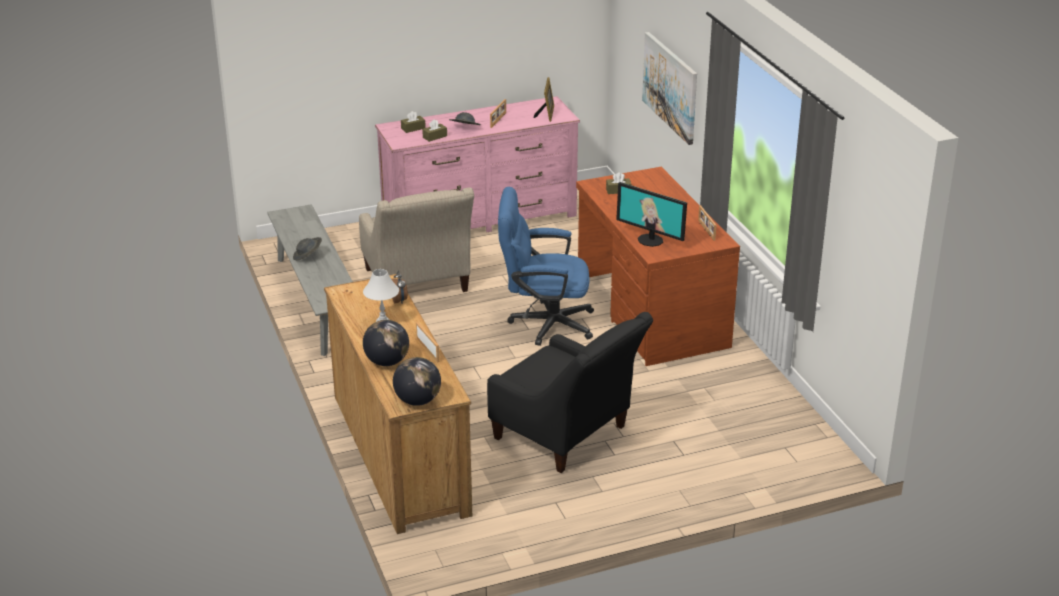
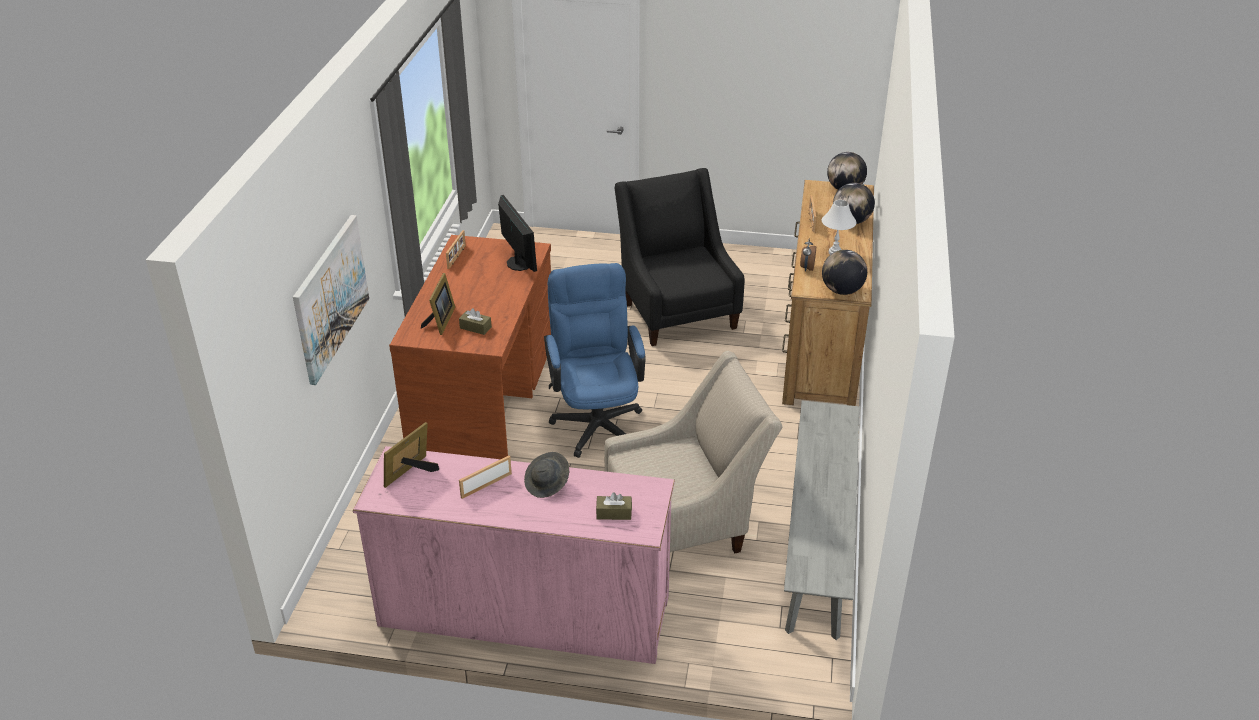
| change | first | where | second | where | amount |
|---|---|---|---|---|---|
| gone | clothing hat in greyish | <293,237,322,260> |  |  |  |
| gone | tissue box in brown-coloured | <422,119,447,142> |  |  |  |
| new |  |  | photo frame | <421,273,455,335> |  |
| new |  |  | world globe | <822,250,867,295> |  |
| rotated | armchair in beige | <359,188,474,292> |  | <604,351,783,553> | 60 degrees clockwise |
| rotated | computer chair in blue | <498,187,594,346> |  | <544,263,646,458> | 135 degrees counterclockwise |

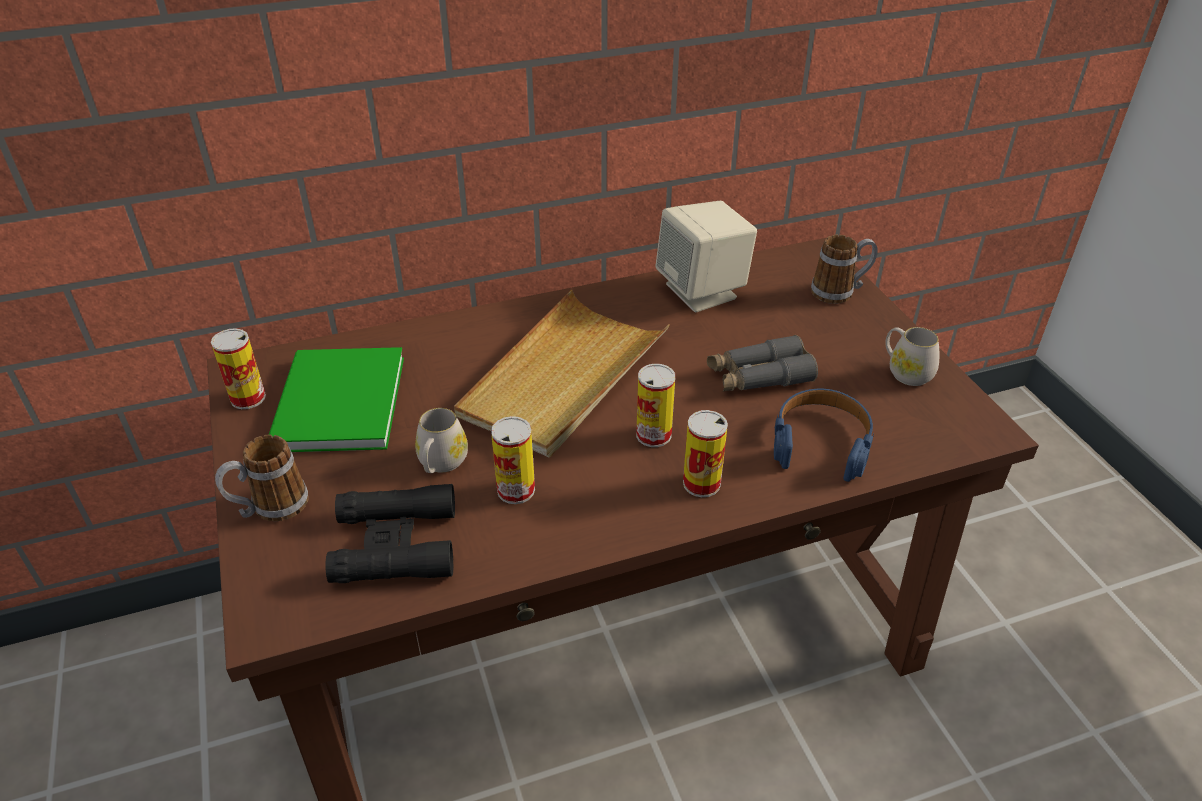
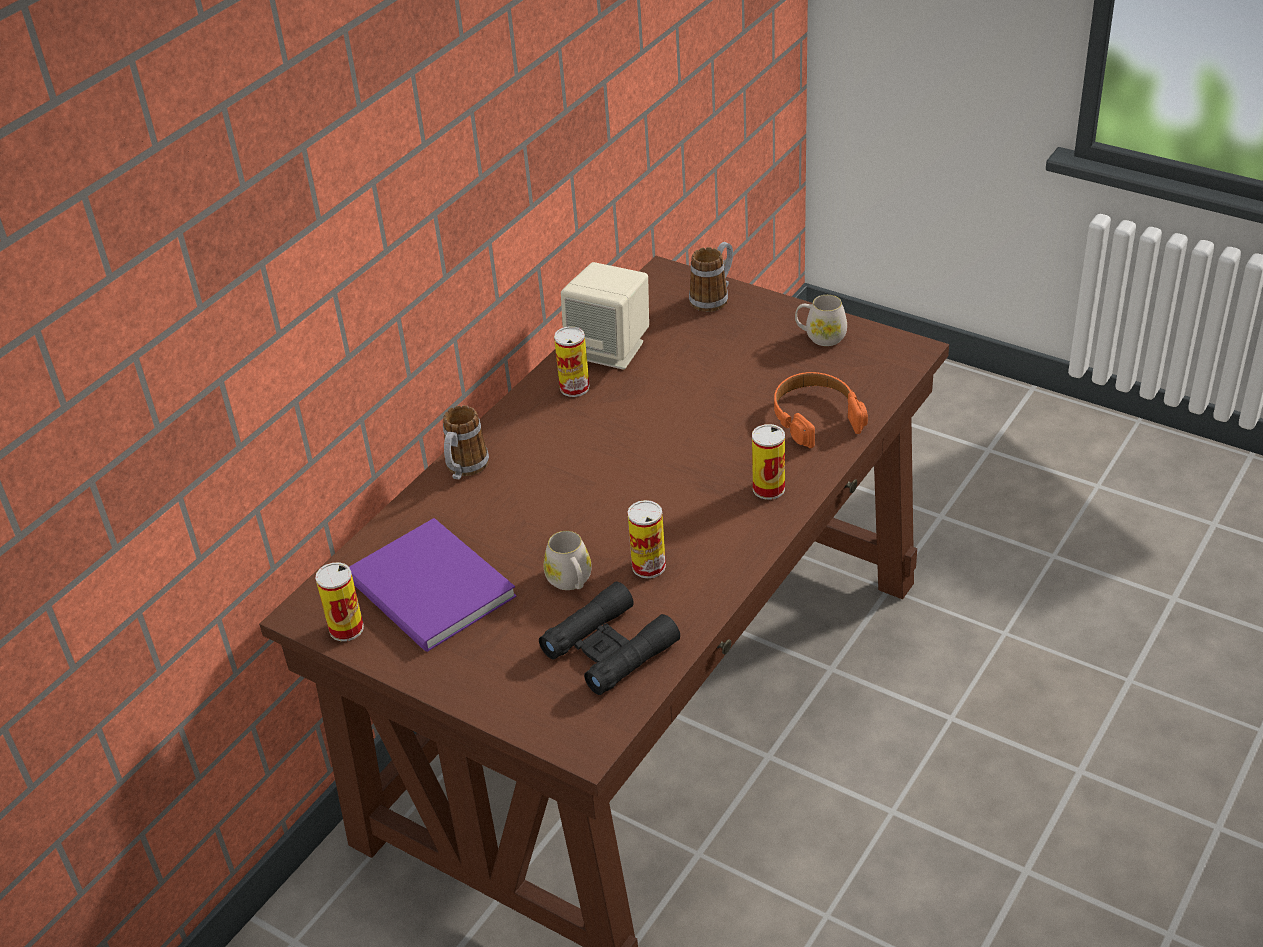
| change | first | where | second | where | amount |
|---|---|---|---|---|---|
| gone | serving tray in beige | <454,290,670,457> |  |  |  |
| gone | binoculars in greyish | <707,335,818,392> |  |  |  |
| shifted | coffee mug | <215,435,309,521> |  | <443,405,489,479> |  |
| shifted | metal can | <636,364,675,447> |  | <554,326,590,397> |  |
| repainted | volume in green | <269,347,404,452> | volume in purplish | <349,518,517,652> |  |
| repainted | headphones in blue | <774,389,874,482> | headphones in orangey | <774,372,868,448> |  |

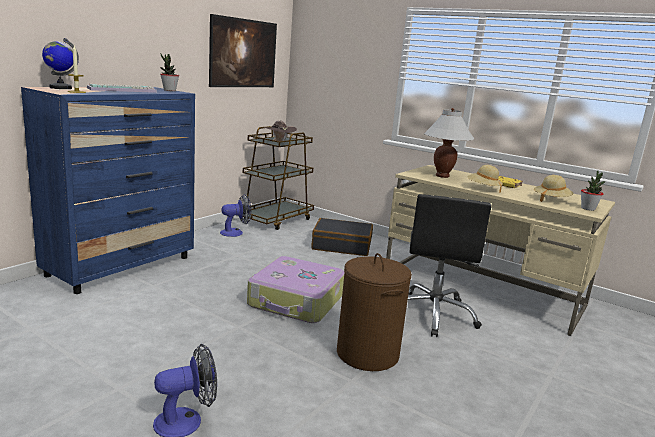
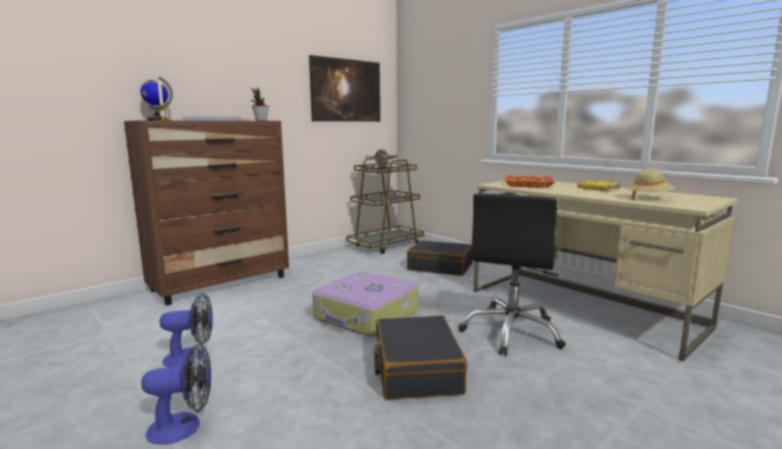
| change | first | where | second | where | amount |
|---|---|---|---|---|---|
| gone | clothing hat in beige | <467,165,503,193> |  |  |  |
| gone | plant in a pot | <581,171,606,211> |  |  |  |
| shifted | electric fan | <220,194,251,237> |  | <159,293,213,367> |  |
| swapped | washing basket in brown-coloured | <337,253,412,371> | piece of luggage in black | <374,316,467,400> |  |
| swapped | table lamp in whitish | <424,108,474,178> | serving tray in orangey | <505,175,555,188> |  |
| repainted | dresser in blue | <21,87,195,294> | dresser in brown-coloured | <124,120,289,305> |  |

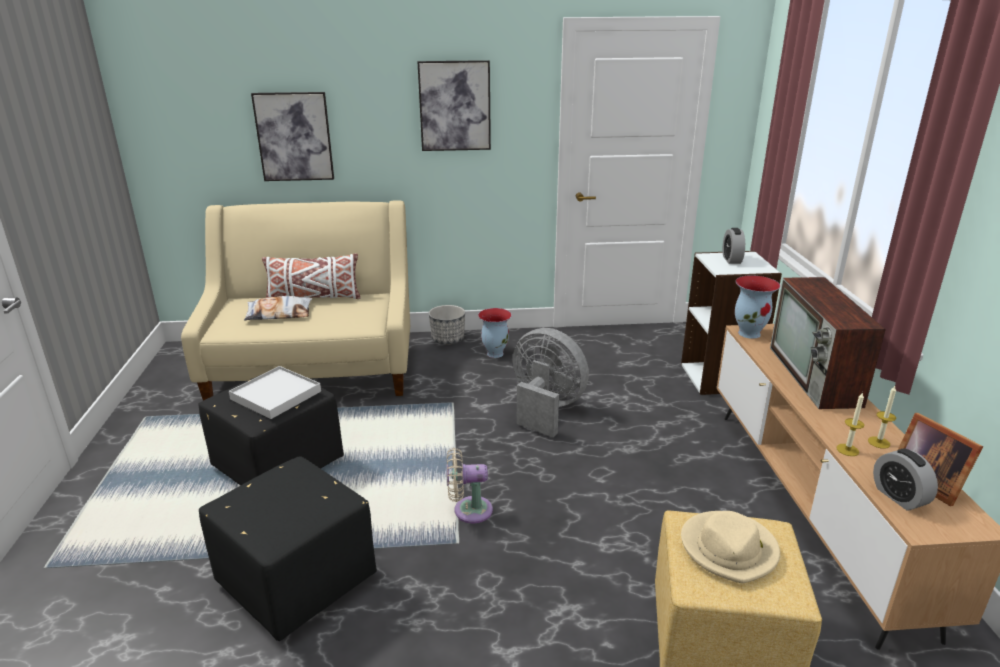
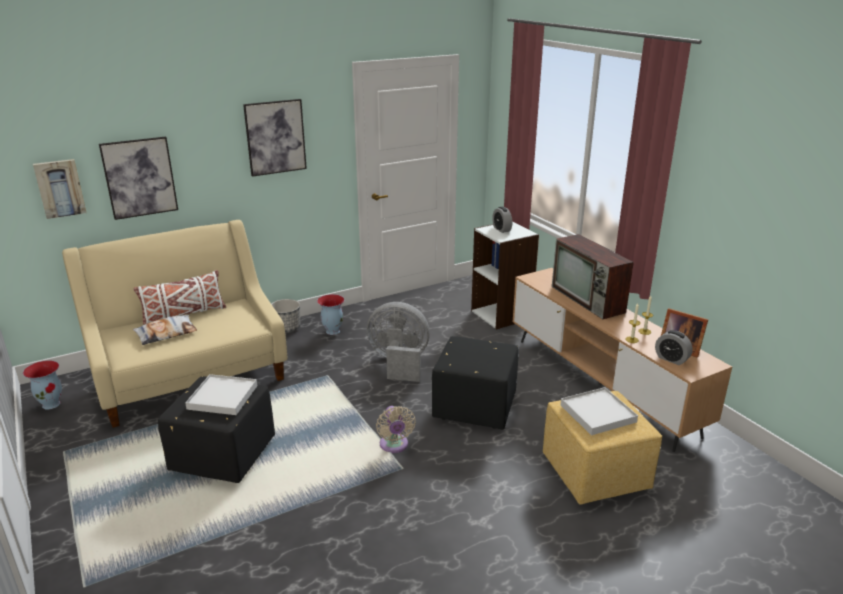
| change | first | where | second | where | amount |
|---|---|---|---|---|---|
| new |  |  | wall art | <33,159,86,219> |  |
| shifted | ottoman in black | <199,456,377,641> |  | <432,336,519,430> |  |
| shifted | vase | <735,275,780,339> |  | <23,361,62,409> |  |
| swapped | clothing hat in beige | <681,511,780,583> | serving tray in whitish | <560,387,638,435> |  |
| rotated | electric fan in beige | <447,448,493,523> |  | <376,406,416,453> | 75 degrees counterclockwise |

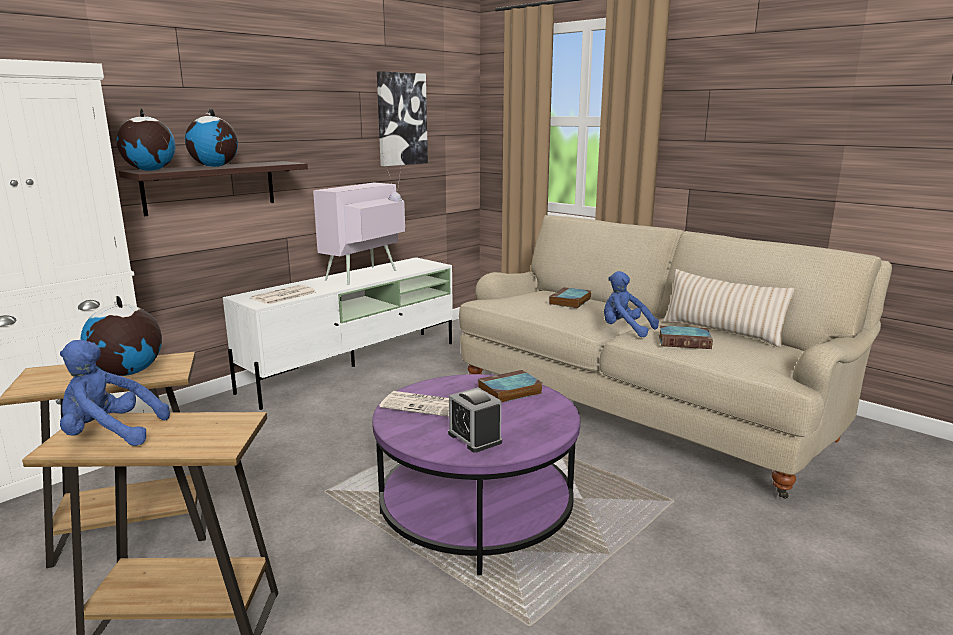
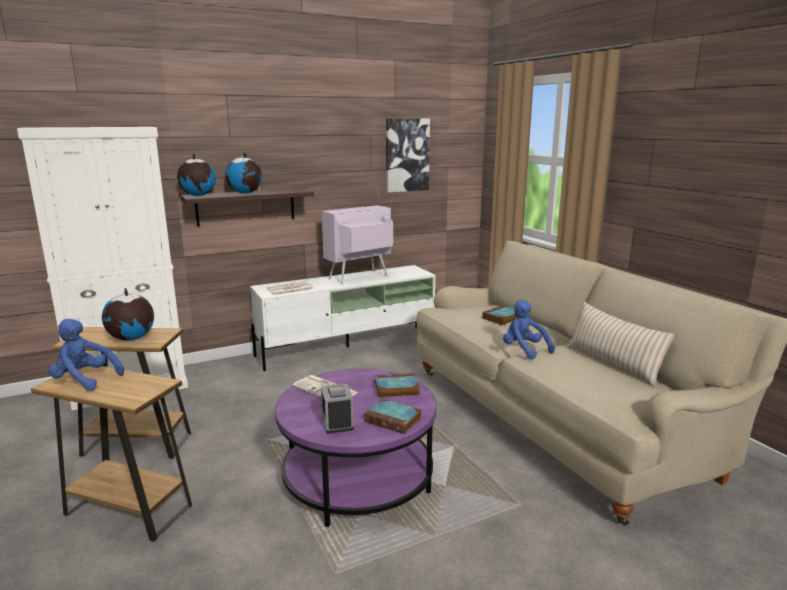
| change | first | where | second | where | amount |
|---|---|---|---|---|---|
| shifted | volume | <659,326,713,349> |  | <364,399,422,434> |  |

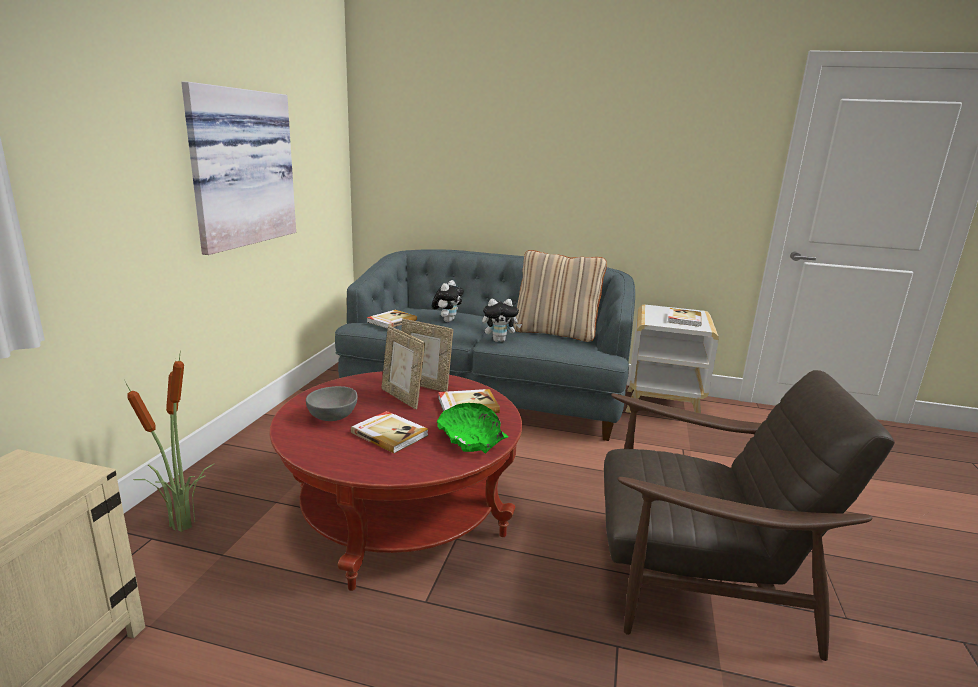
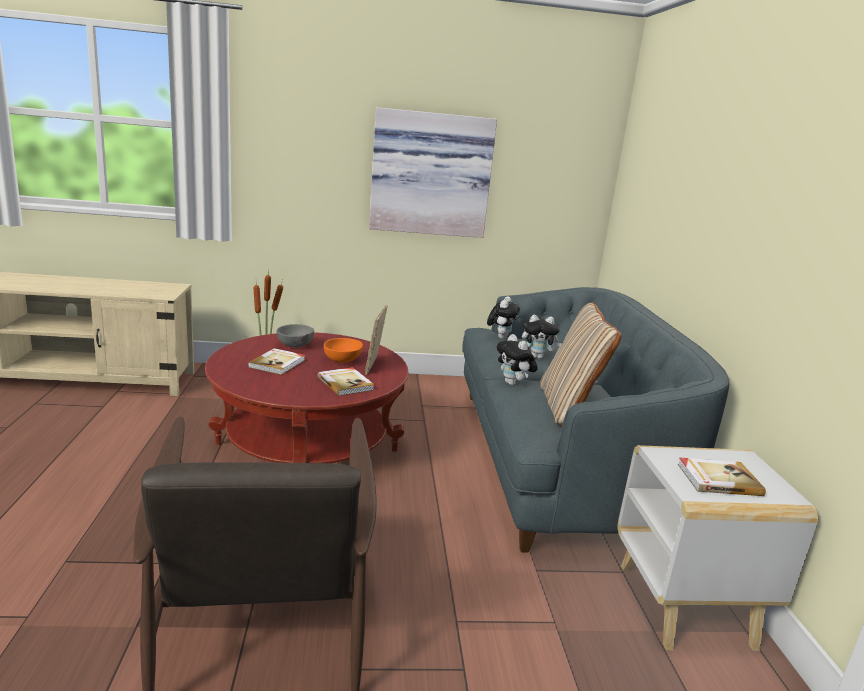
| change | first | where | second | where | amount |
|---|---|---|---|---|---|
| gone | deep dish in green | <437,403,509,454> |  |  |  |
| swapped | volume | <367,310,417,329> | plush toy | <487,296,520,339> |  |
| swapped | photo frame | <382,326,425,409> | deep dish in orangey | <324,338,363,363> |  |

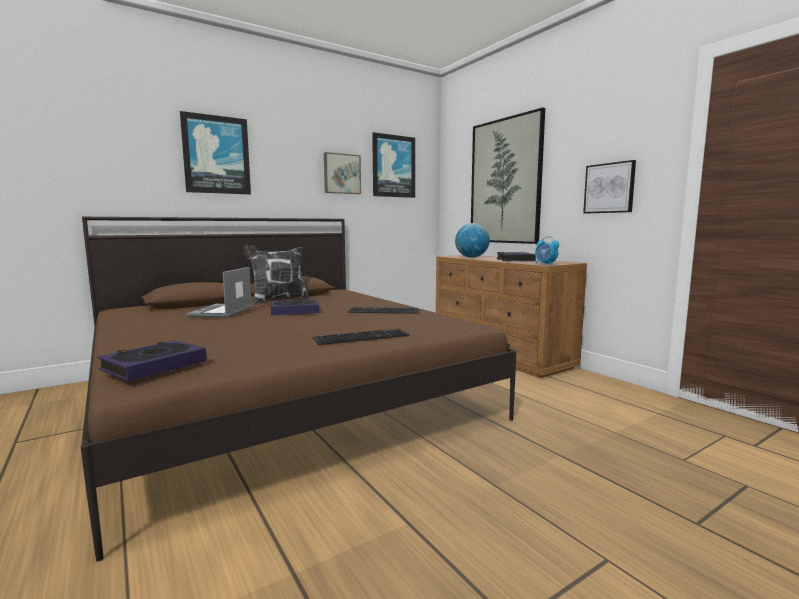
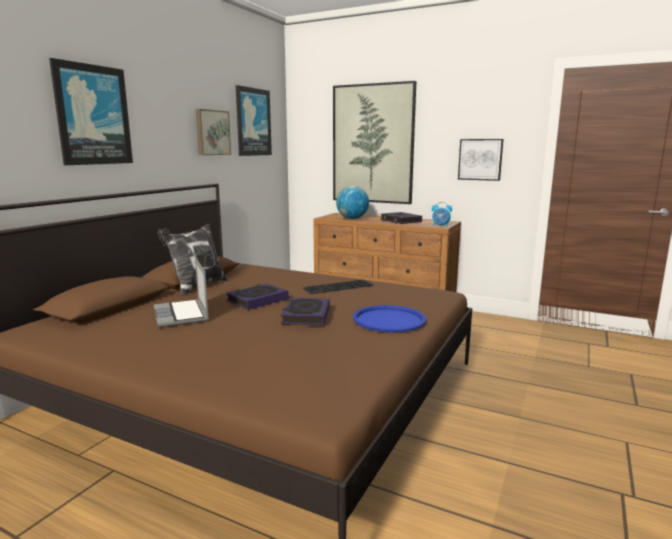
| change | first | where | second | where | amount |
|---|---|---|---|---|---|
| shifted | volume | <98,340,207,382> |  | <281,298,330,325> |  |
| swapped | computer keyboard | <313,329,410,345> | serving tray in blue | <353,305,426,332> |  |

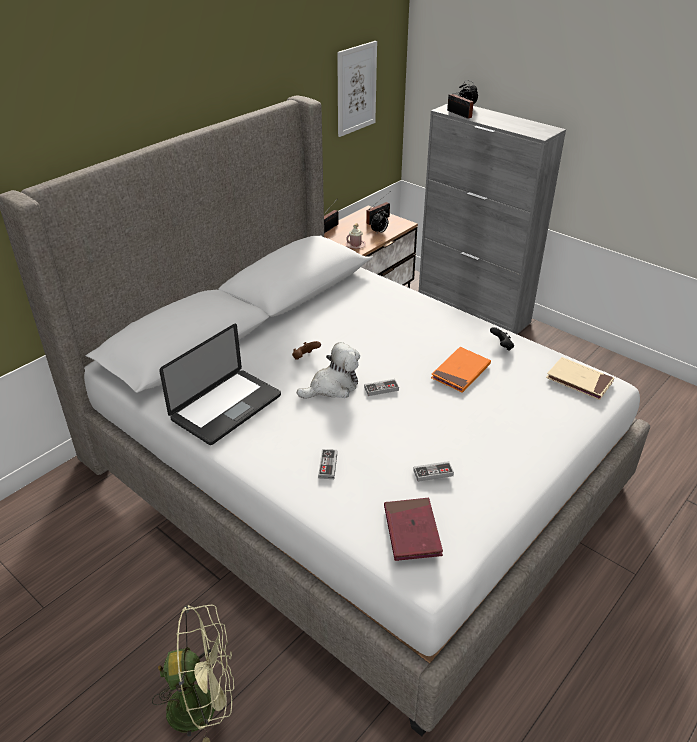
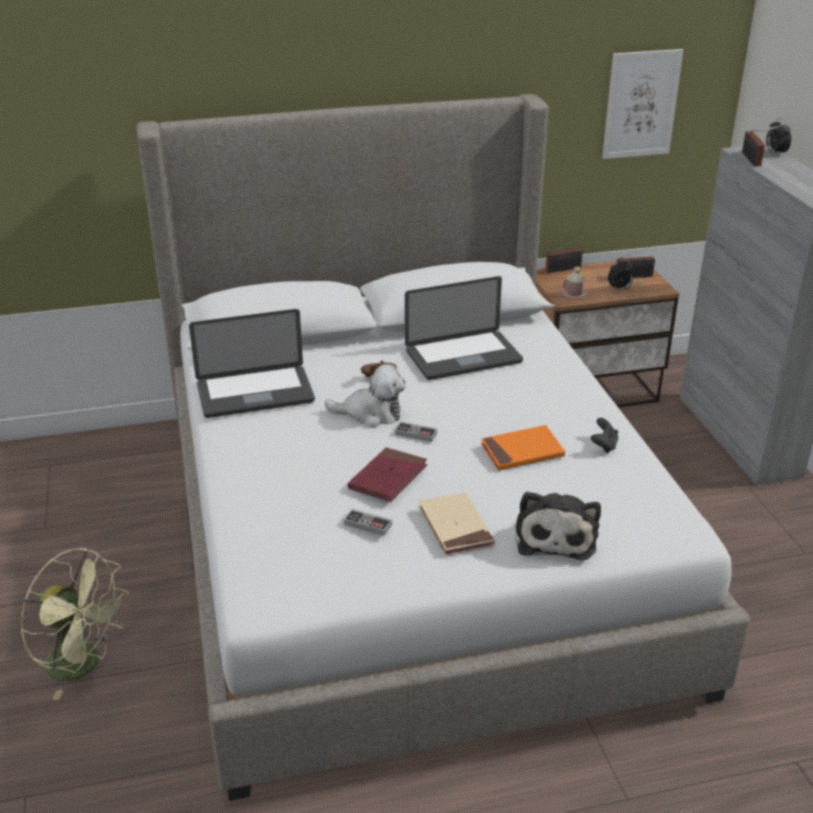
| change | first | where | second | where | amount |
|---|---|---|---|---|---|
| gone | game controller | <318,449,337,479> |  |  |  |
| new |  |  | laptop | <405,276,523,380> |  |
| new |  |  | plush toy | <515,491,601,561> |  |
| shifted | volume in red | <384,498,443,561> |  | <348,447,427,502> |  |
| shifted | volume in beige | <546,357,614,400> |  | <418,493,495,556> |  |

